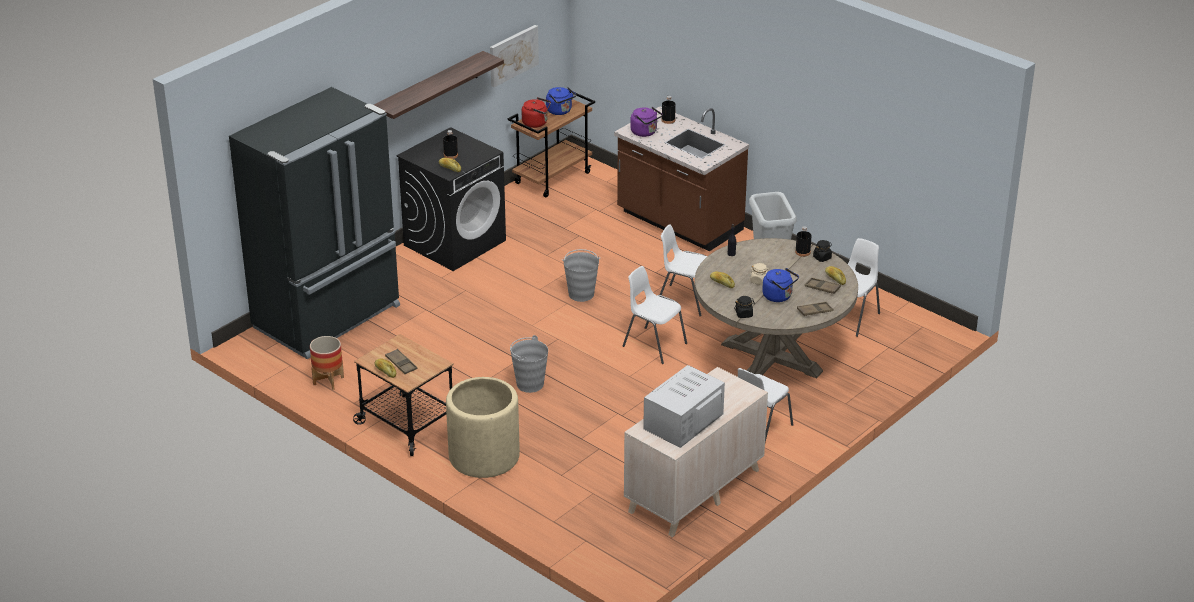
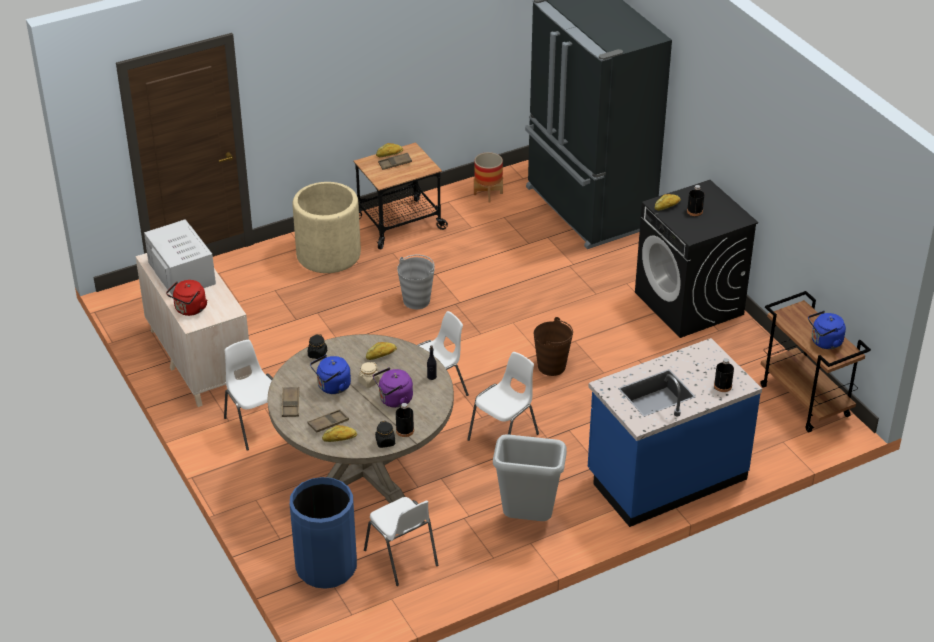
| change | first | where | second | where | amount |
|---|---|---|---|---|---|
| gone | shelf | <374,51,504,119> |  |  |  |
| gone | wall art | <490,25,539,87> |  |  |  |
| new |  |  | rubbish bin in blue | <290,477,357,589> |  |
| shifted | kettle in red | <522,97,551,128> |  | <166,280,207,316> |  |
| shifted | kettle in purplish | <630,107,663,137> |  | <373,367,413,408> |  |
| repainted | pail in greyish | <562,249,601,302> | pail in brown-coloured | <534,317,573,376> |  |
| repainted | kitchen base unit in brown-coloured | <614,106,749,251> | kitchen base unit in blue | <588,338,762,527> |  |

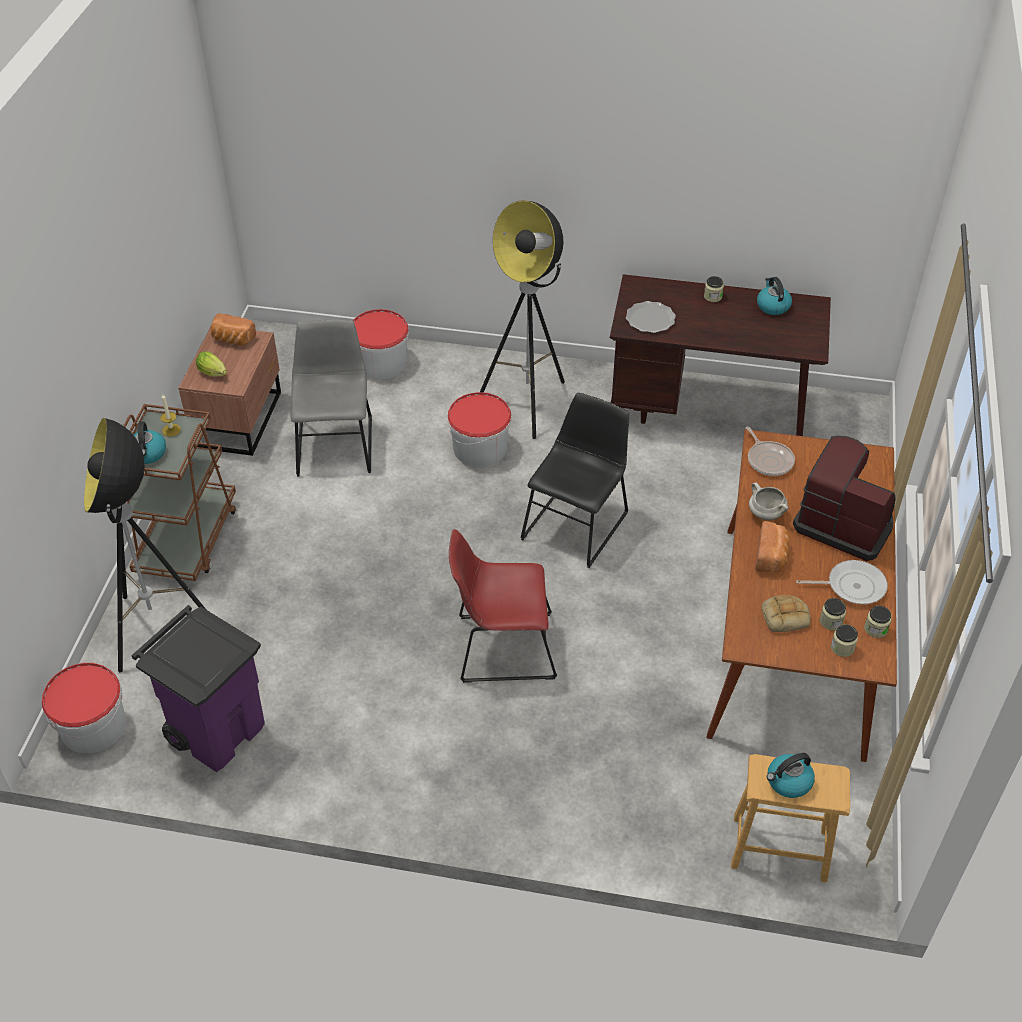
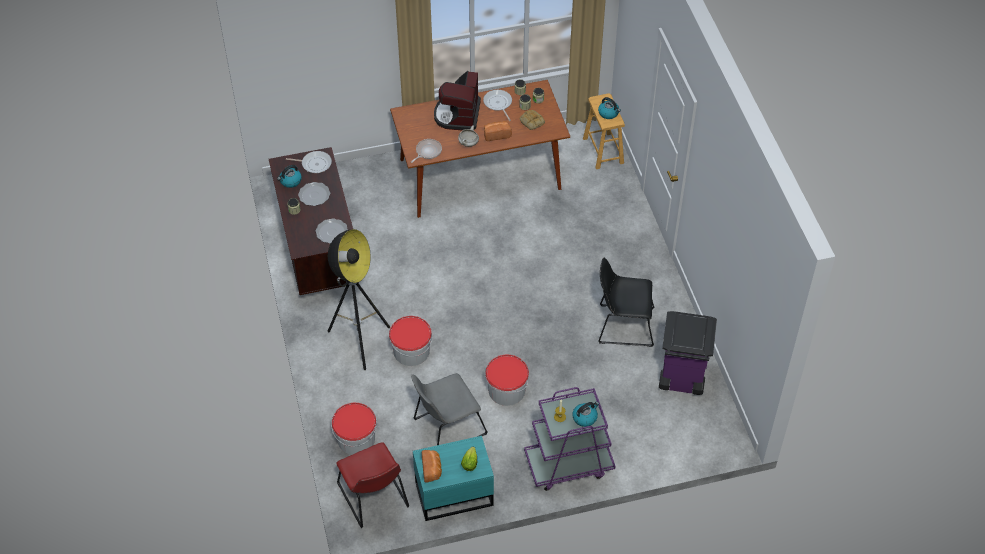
| change | first | where | second | where | amount |
|---|---|---|---|---|---|
| gone | standing lamp | <84,418,206,673> |  |  |  |
| new |  |  | skillet | <286,151,332,173> |  |
| new |  |  | plate | <298,182,330,206> |  |
| shifted | pail | <42,663,126,754> |  | <485,354,529,406> |  |
| shifted | upright chair in red | <449,529,557,683> |  | <336,442,409,528> |  |
| shifted | upright chair in black | <520,393,630,568> |  | <598,257,654,347> |  |
| repainted | trolley in brown-coloured | <123,404,236,581> | trolley in purplish | <524,387,616,491> |  |
| repainted | bedside table in brown-coloured | <178,327,281,456> | bedside table in blue-green | <413,436,494,521> |  |

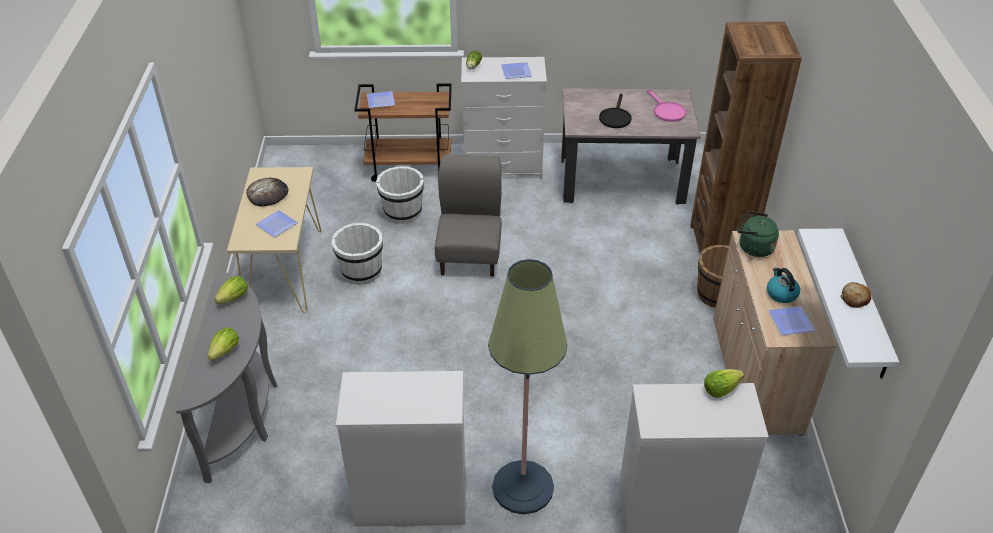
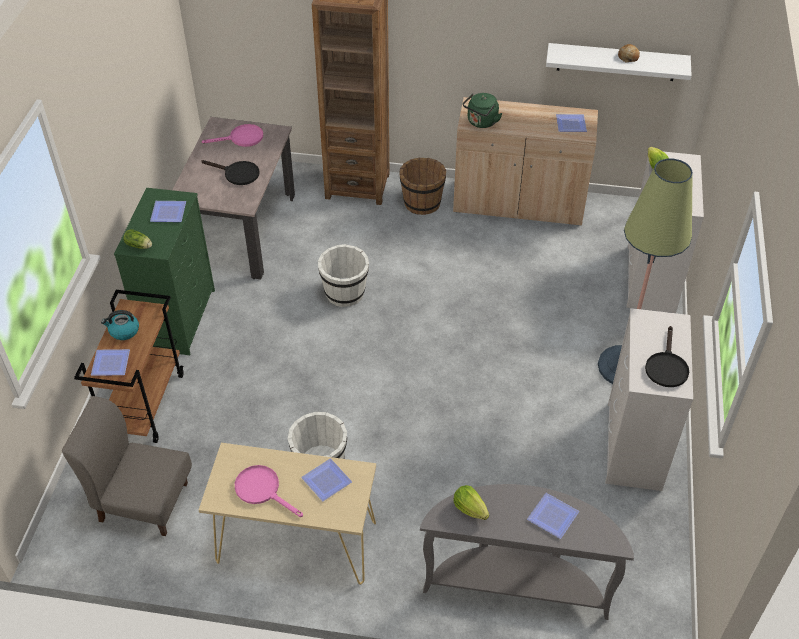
| change | first | where | second | where | amount |
|---|---|---|---|---|---|
| new |  |  | skillet in black | <645,326,689,387> |  |
| shifted | pail in whitish | <376,166,424,224> |  | <318,244,369,307> |  |
| shifted | upright chair in greyish | <435,154,502,277> |  | <62,396,192,536> |  |
| shifted | kettle | <767,267,800,303> |  | <101,310,139,340> |  |
| swapped | lettuce head | <208,327,239,360> | plate | <527,493,579,539> |  |
| swapped | bread | <246,178,289,207> | skillet in pinkish | <235,465,303,517> |  |
| repainted | dresser in whitish | <461,57,547,180> | dresser in green | <114,188,215,355> |  |

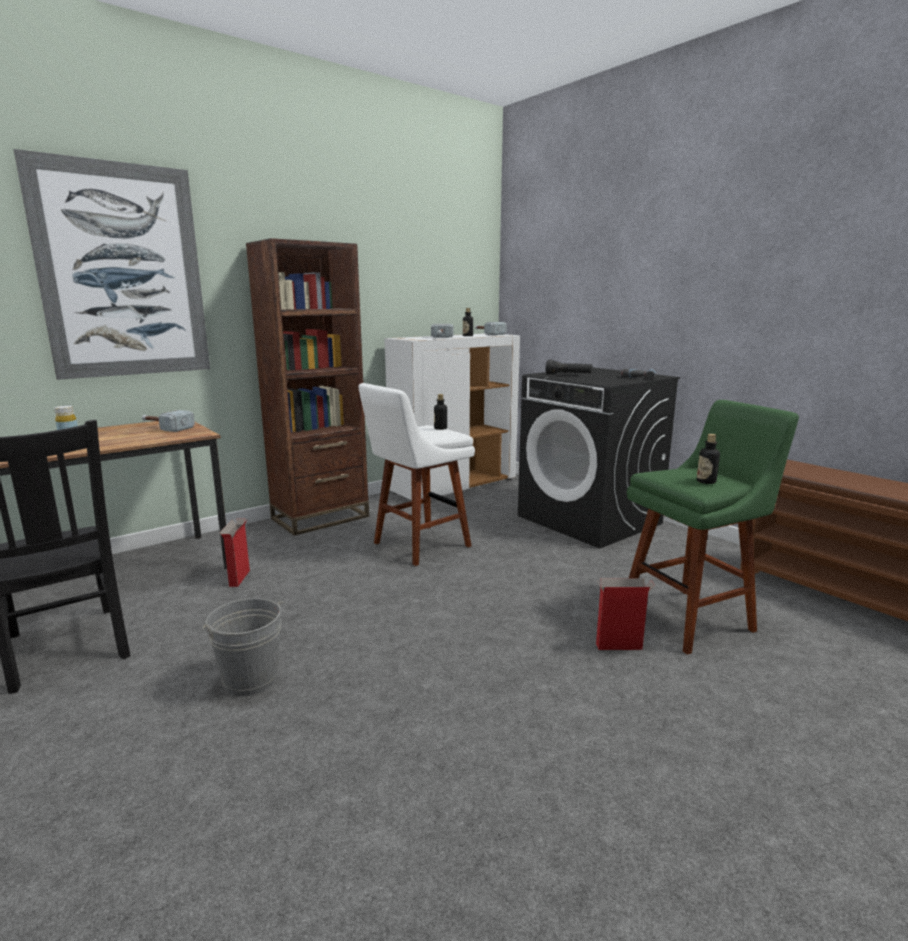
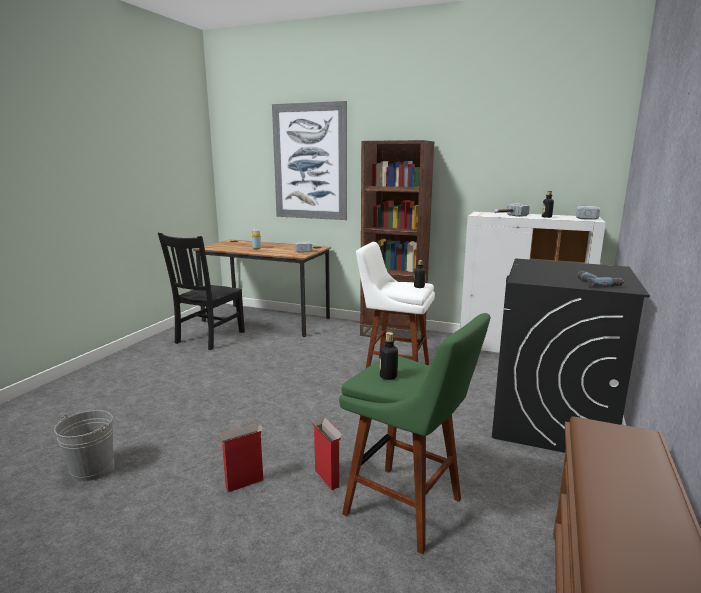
| change | first | where | second | where | amount |
|---|---|---|---|---|---|
| gone | torch in black | <545,360,592,374> |  |  |  |
| shifted | pail in greyish | <202,598,284,696> |  | <54,410,114,482> |  |
| shifted | packing box | <220,518,250,587> |  | <217,424,263,492> |  |

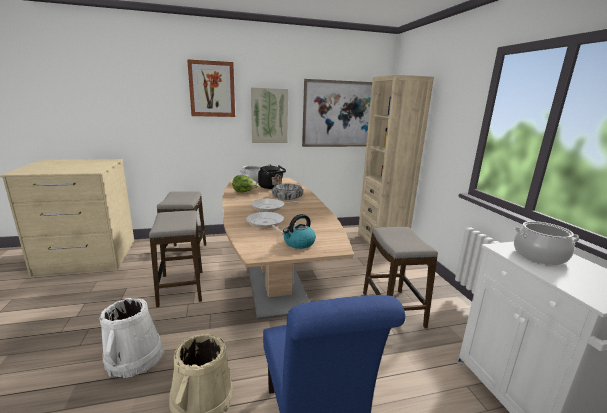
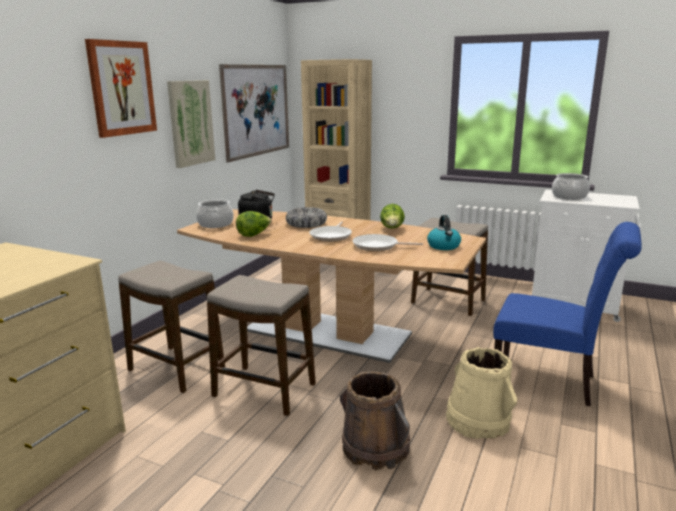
| change | first | where | second | where | amount |
|---|---|---|---|---|---|
| new |  |  | lettuce head | <380,204,405,229> |  |
| repainted | pail in whitish | <100,298,164,378> | pail in brown-coloured | <340,372,410,471> |  |

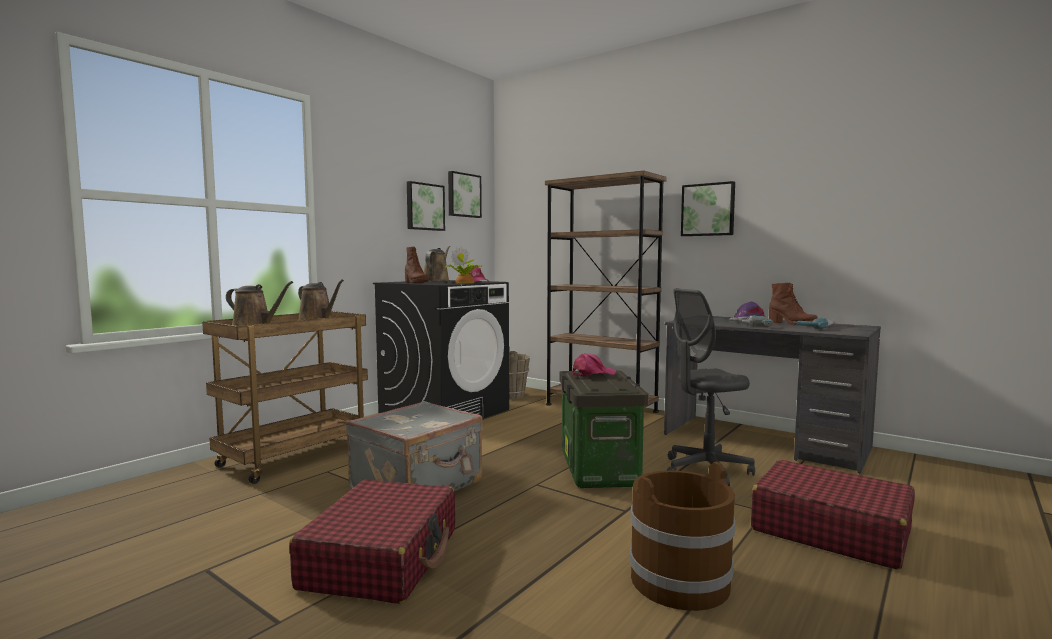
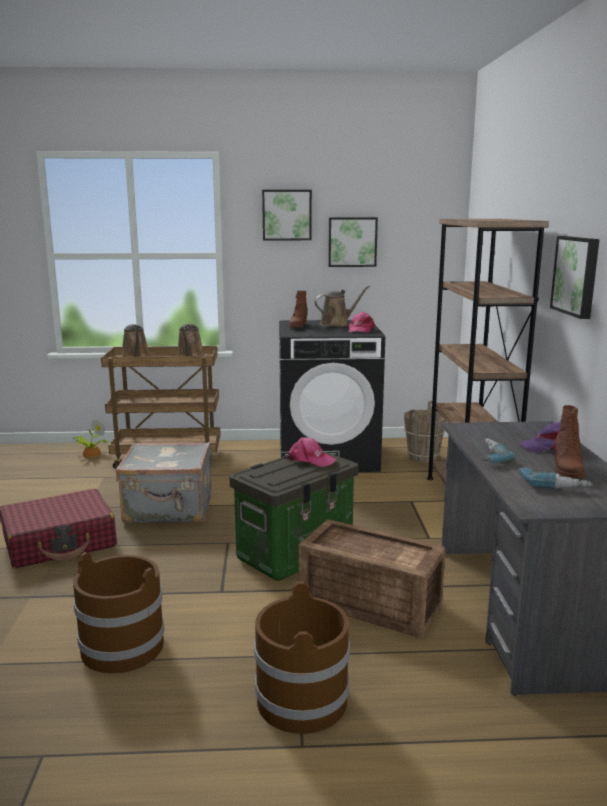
| change | first | where | second | where | amount |
|---|---|---|---|---|---|
| shifted | plant in a pot | <445,247,482,283> |  | <72,420,107,457> |  |
| shifted | wall art | <448,171,482,218> |  | <262,190,312,240> |  |
| swapped | computer chair in greyish | <667,288,755,487> | packing crate | <298,520,446,638> |  |
| swapped | piece of luggage in red | <751,460,915,570> | pail in brown-coloured | <254,581,350,734> |  |

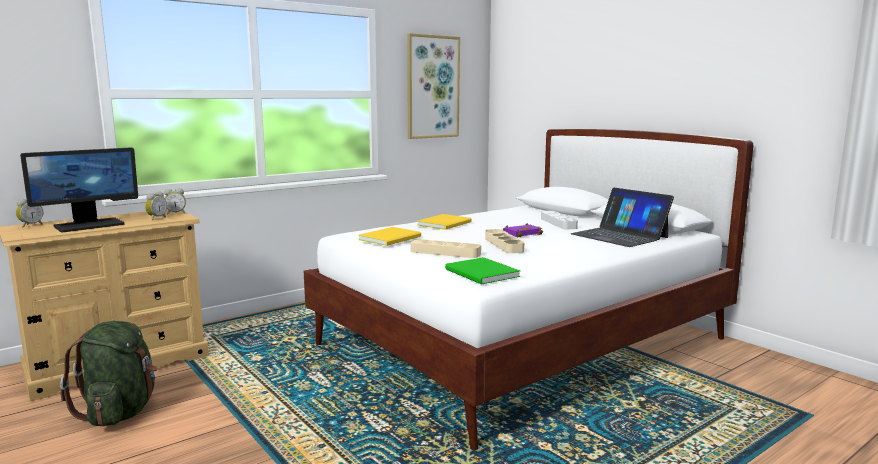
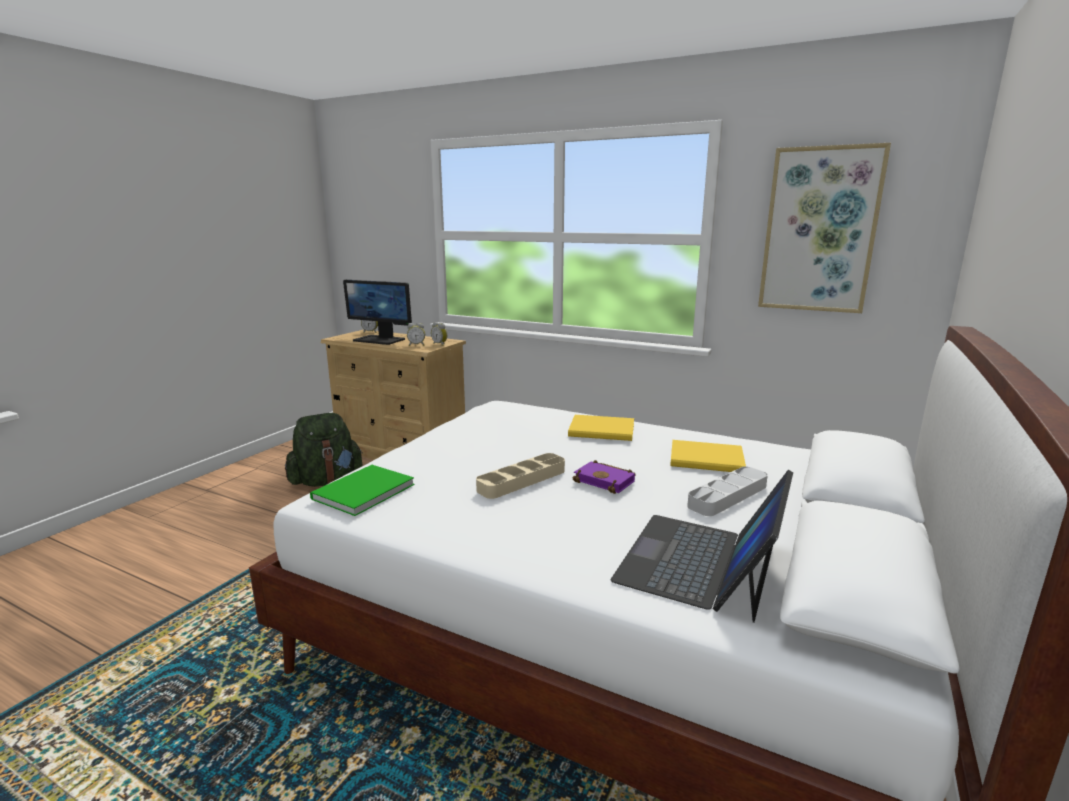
| change | first | where | second | where | amount |
|---|---|---|---|---|---|
| gone | serving tray in beige | <411,239,481,258> |  |  |  |
| shifted | volume in yellow | <358,227,421,246> |  | <670,440,746,472> |  |

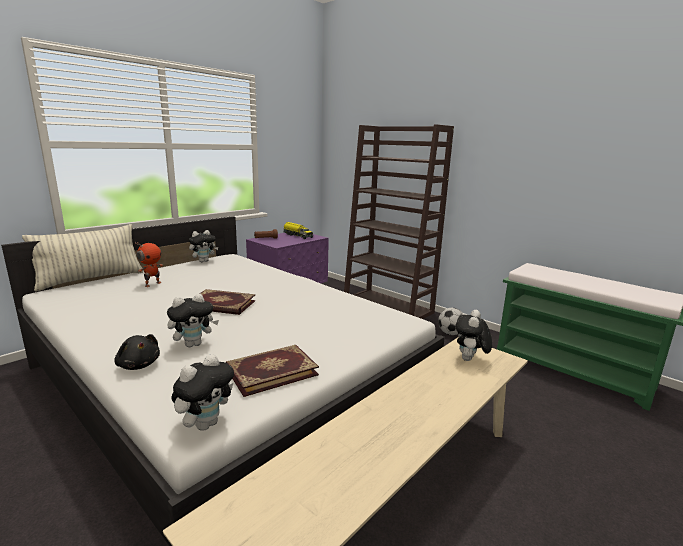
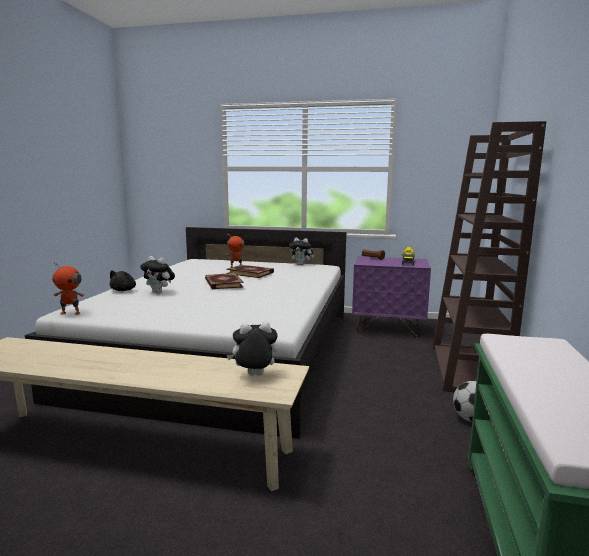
| change | first | where | second | where | amount |
|---|---|---|---|---|---|
| gone | pillow | <22,224,144,292> |  |  |  |
| shifted | volume | <226,345,319,397> |  | <226,265,274,278> |  |
| swapped | plush toy | <171,354,234,431> | robot figure | <52,263,84,315> |  |

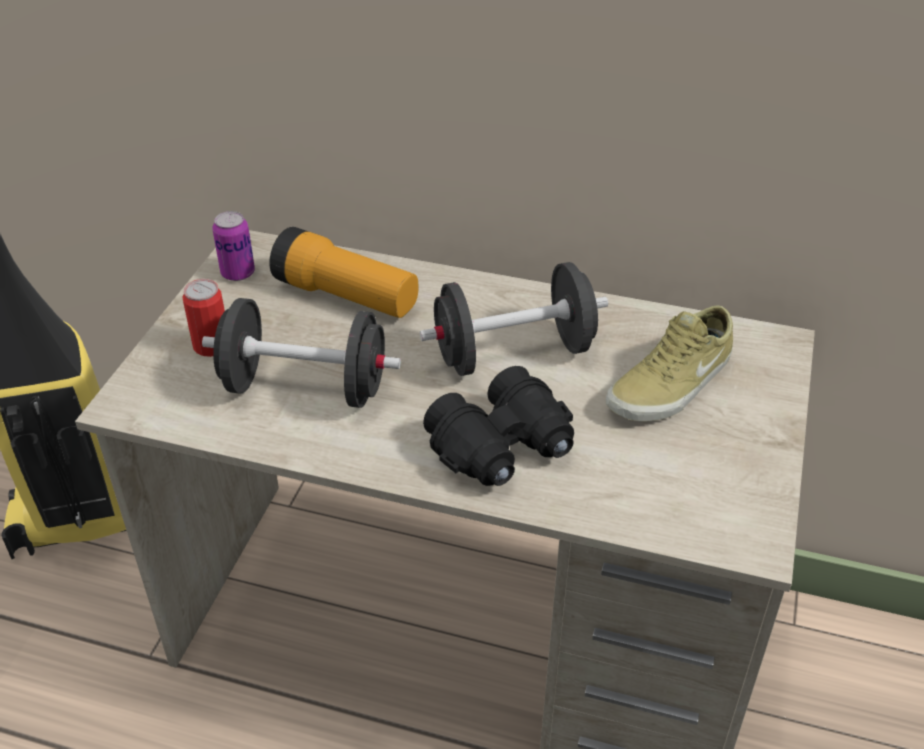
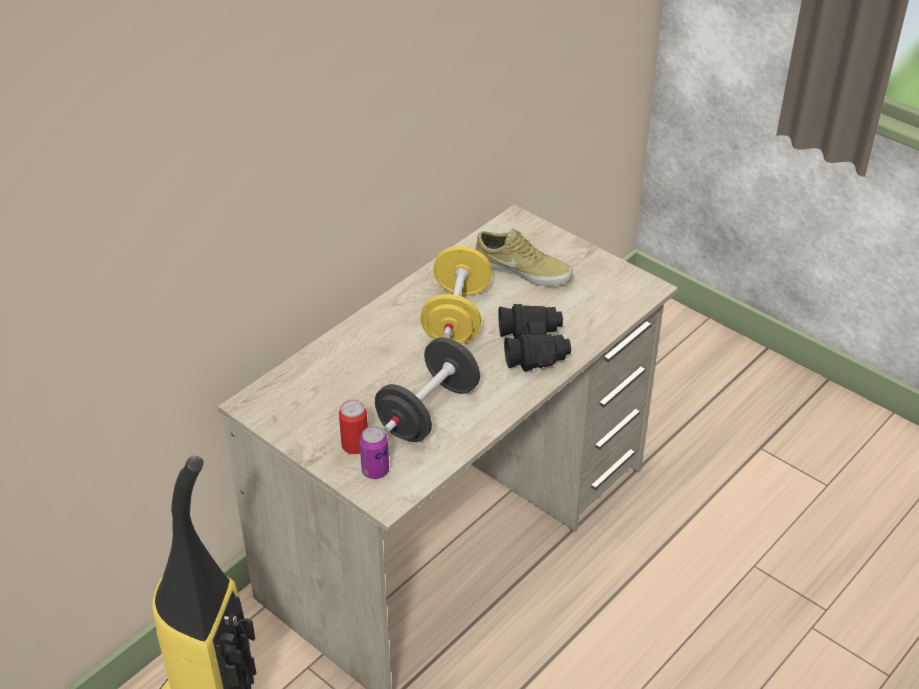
| change | first | where | second | where | amount |
|---|---|---|---|---|---|
| gone | torch | <269,227,419,318> |  |  |  |
| shifted | metal can | <212,211,255,281> |  | <359,426,389,479> |  |
| repainted | free weight in black | <420,262,608,376> | free weight in yellow | <420,246,492,344> |  |
| rotated | low shoe in beige | <606,305,733,421> |  | <476,229,573,286> | 45 degrees counterclockwise |

